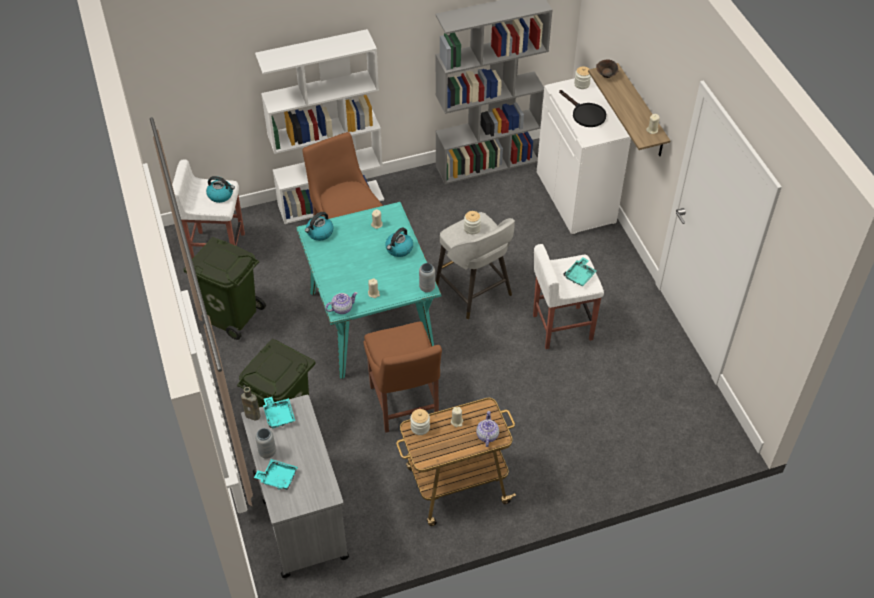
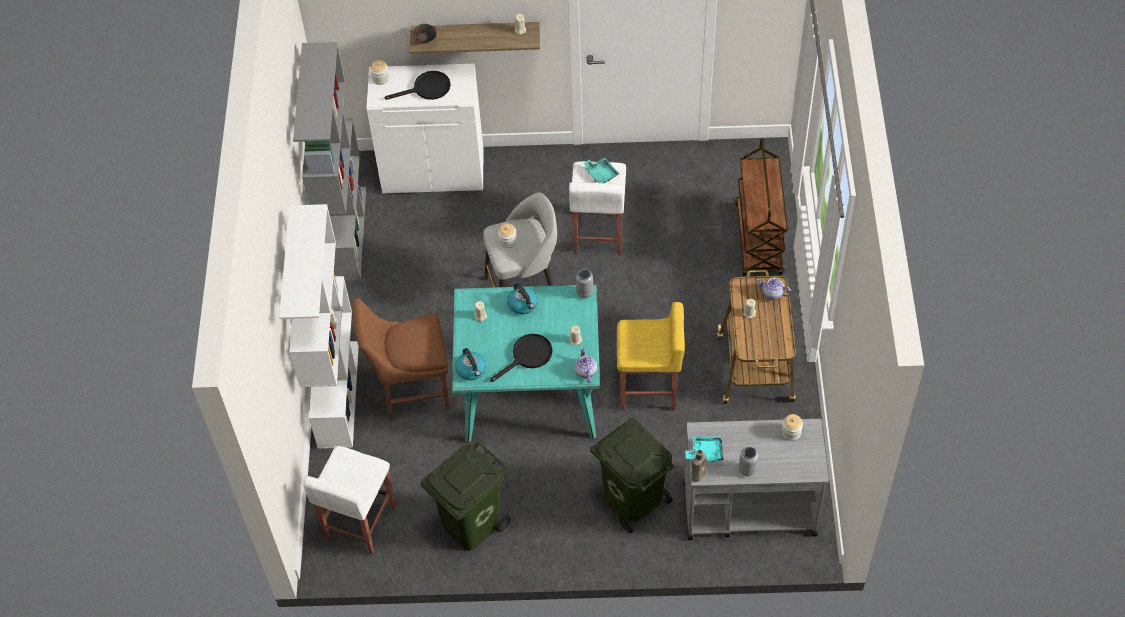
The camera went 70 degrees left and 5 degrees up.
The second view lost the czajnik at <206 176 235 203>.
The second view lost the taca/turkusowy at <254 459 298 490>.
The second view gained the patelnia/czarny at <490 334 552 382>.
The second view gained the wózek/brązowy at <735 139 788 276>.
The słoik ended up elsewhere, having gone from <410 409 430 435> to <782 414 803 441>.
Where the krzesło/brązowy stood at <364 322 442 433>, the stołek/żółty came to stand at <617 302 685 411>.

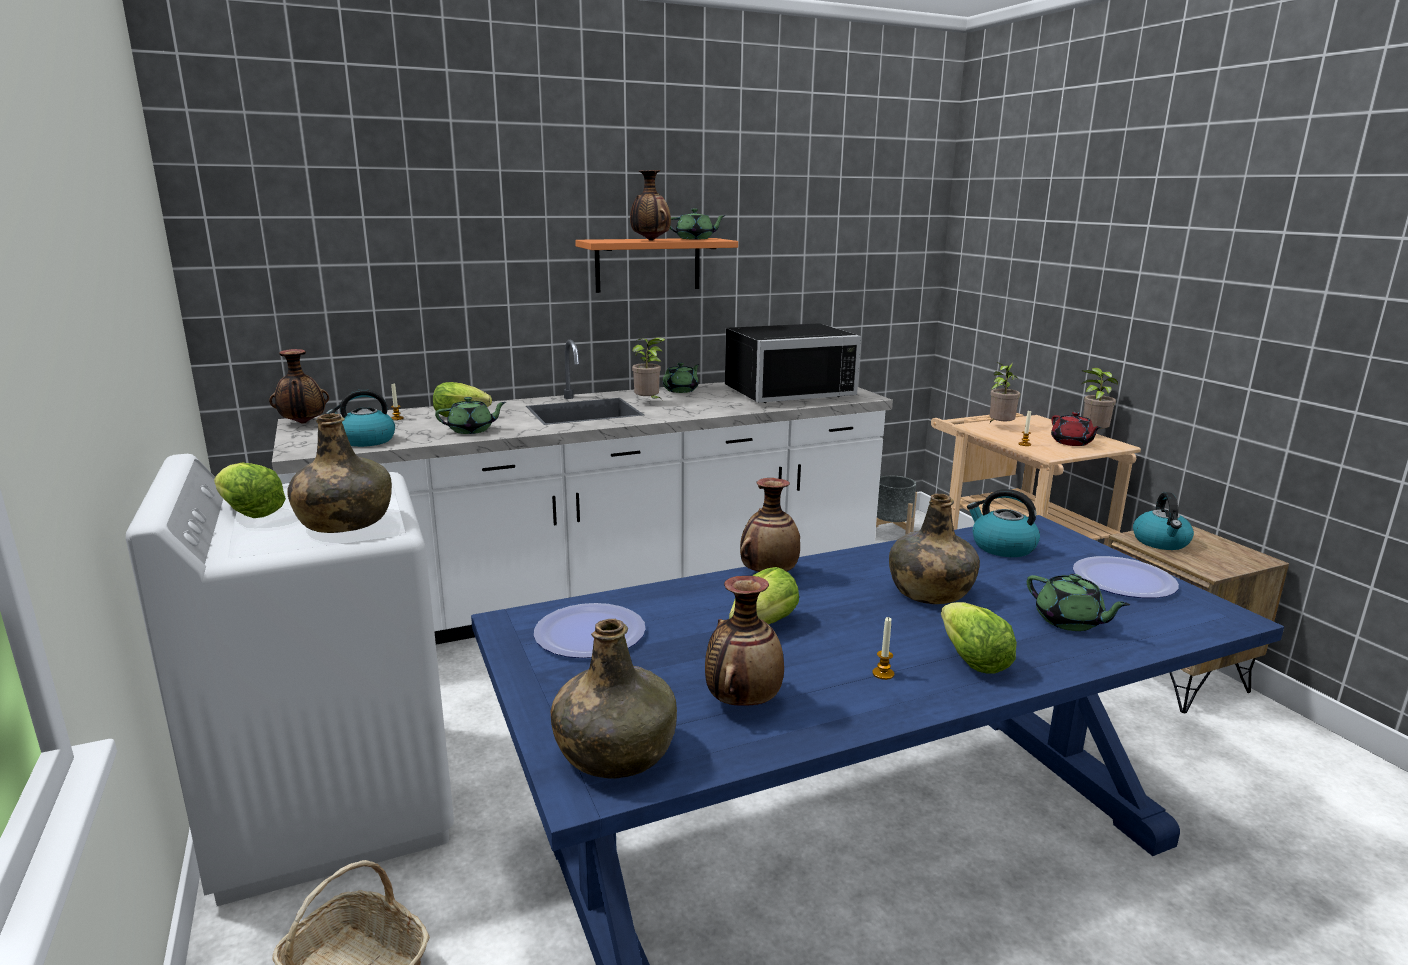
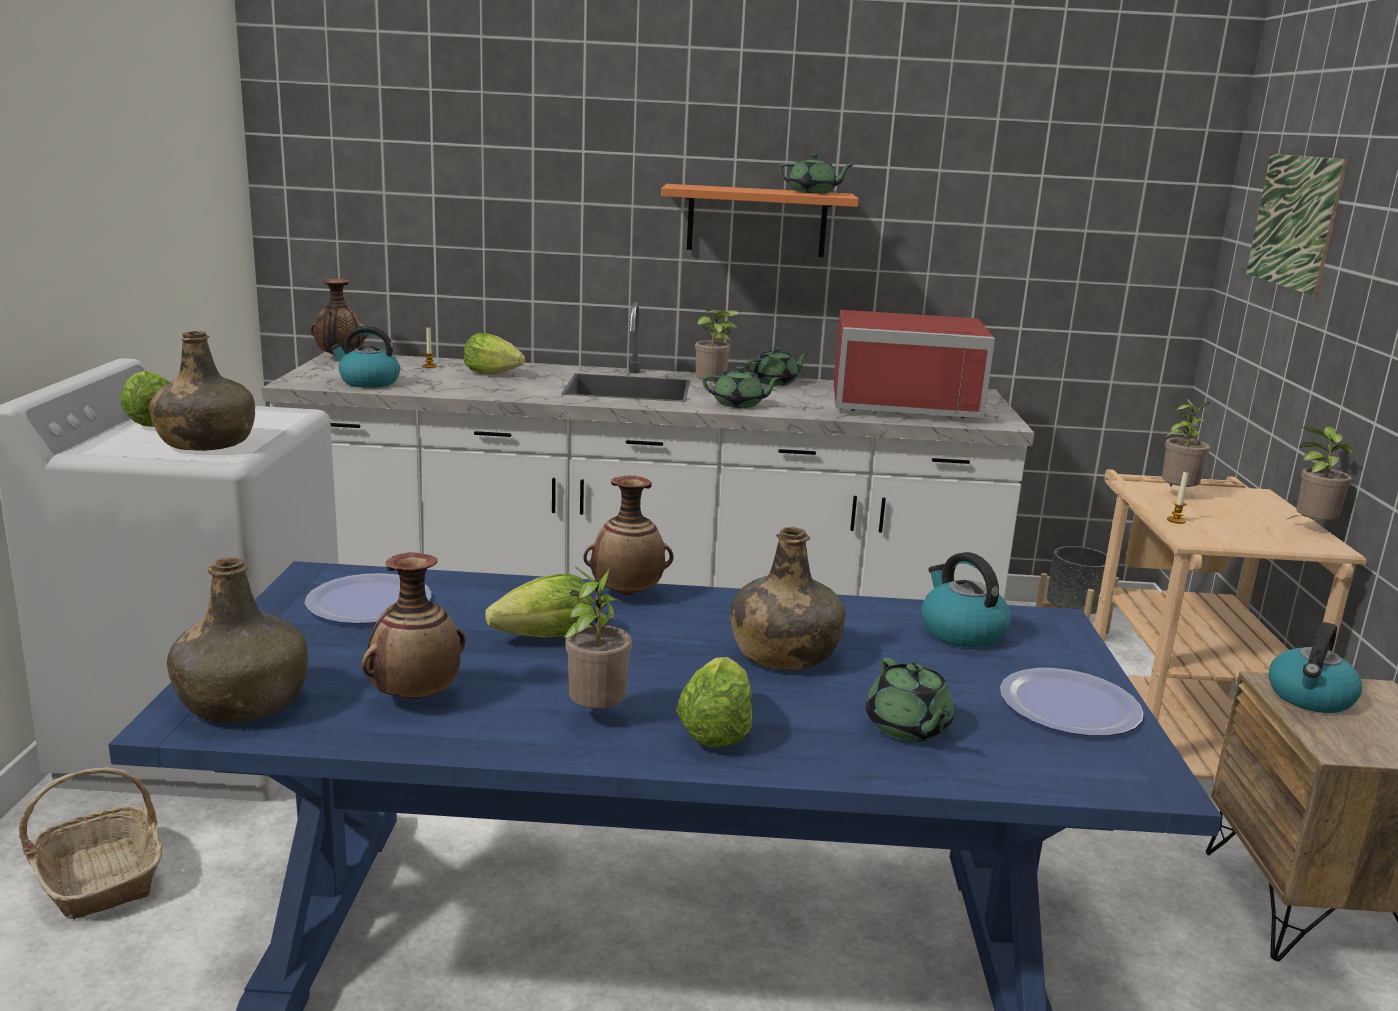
The camera went 25 degrees right and 0 degrees up.
The second view lost the wazon at <630 170 671 240>.
The second view lost the imbryk/czerwony at <1051 412 1102 446>.
The second view gained the obraz at <1246 154 1348 296>.
The imbryk/zielony ended up elsewhere, having gone from <435 397 506 434> to <702 366 782 408>.
Where the świeca stood at <872 617 894 680>, the roślina doniczkowa came to stand at <564 567 632 708>.
What was the mikrofalówka/czarny at <725 323 861 403> turned into the mikrofalówka/czerwony at <834 310 995 419>.

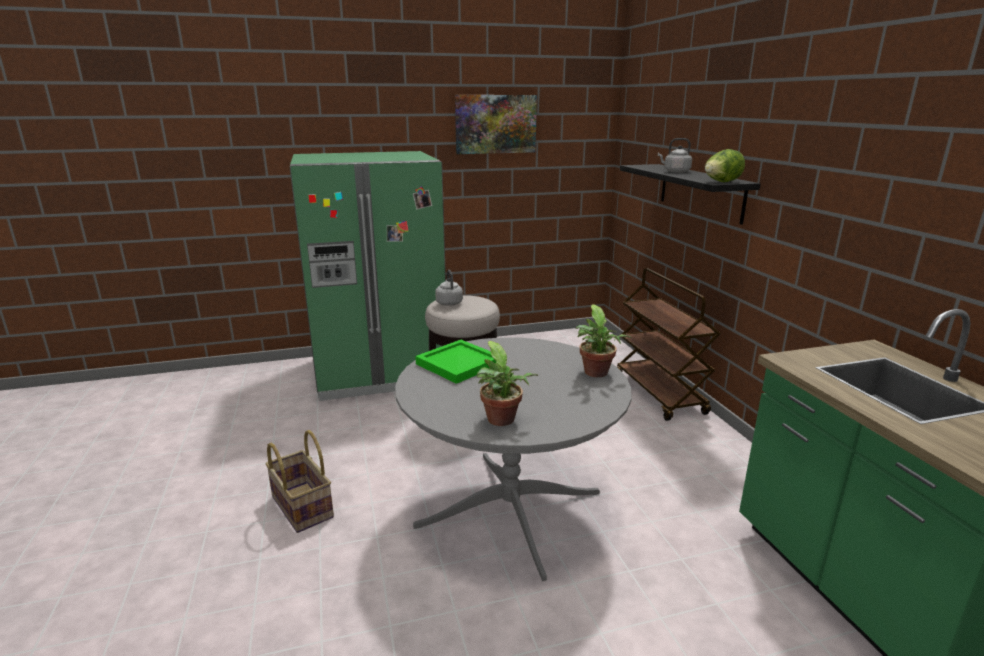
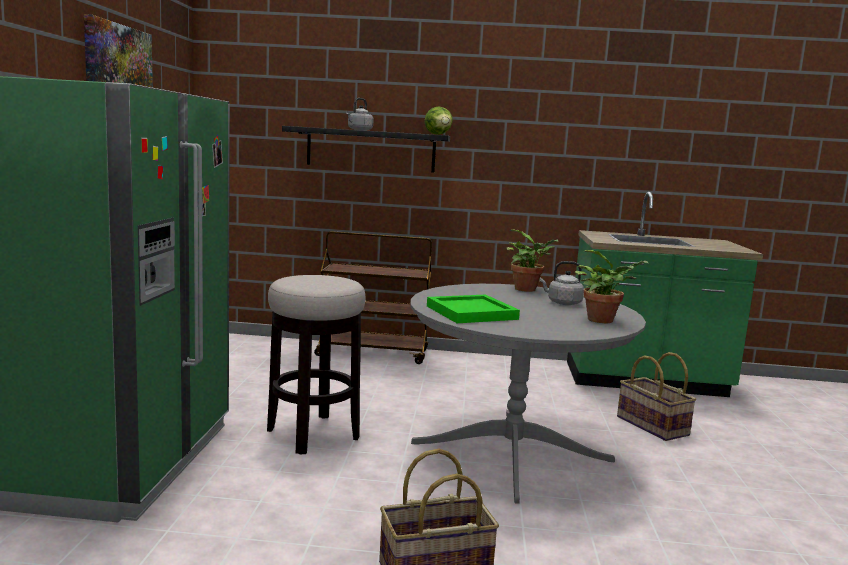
The camera went 70 degrees left and 10 degrees down.
The second view gained the koszyk at <617 352 696 441>.
The czajnik/szary ended up elsewhere, having gone from <435 270 463 306> to <540 261 584 305>.

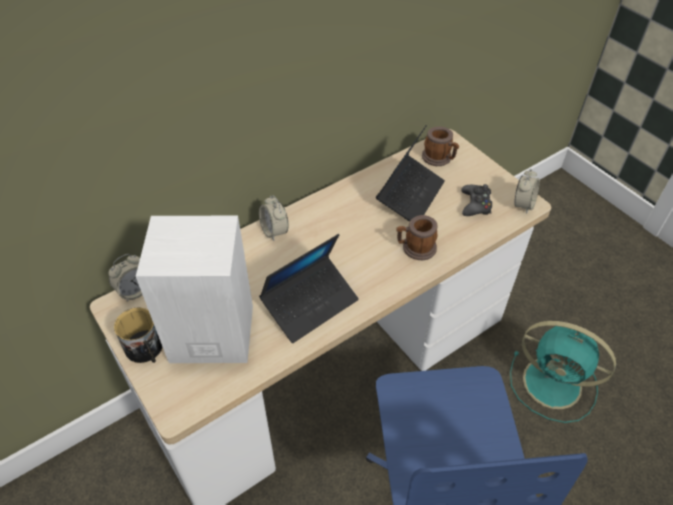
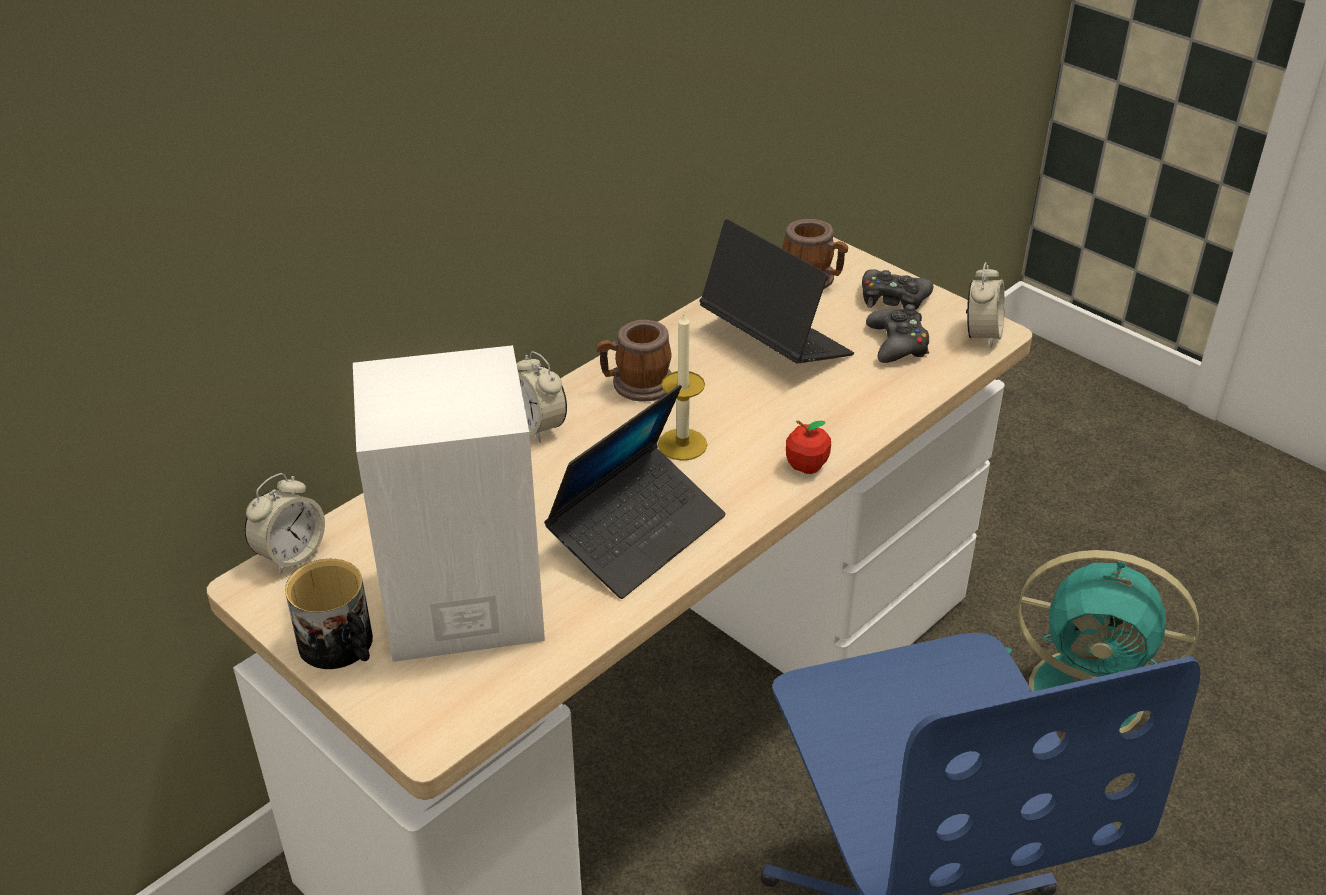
The camera went 10 degrees left and 10 degrees down.
The second view gained the świeca at <658 313 707 461>.
The second view gained the jabłko at <786 420 831 474>.
The second view gained the pad do gier/czarny at <862 269 933 310>.
The kubek ended up elsewhere, having gone from <396 215 438 260> to <597 320 672 402>.
The laptop at <376 125 445 222> ended up facing another way, 60 degrees counterclockwise from before.

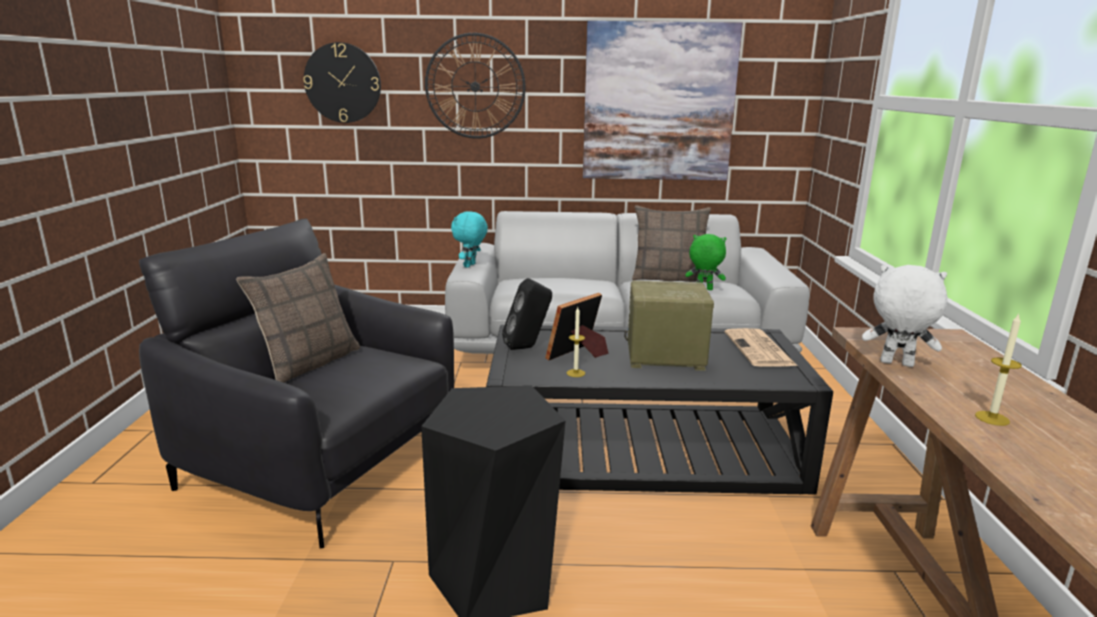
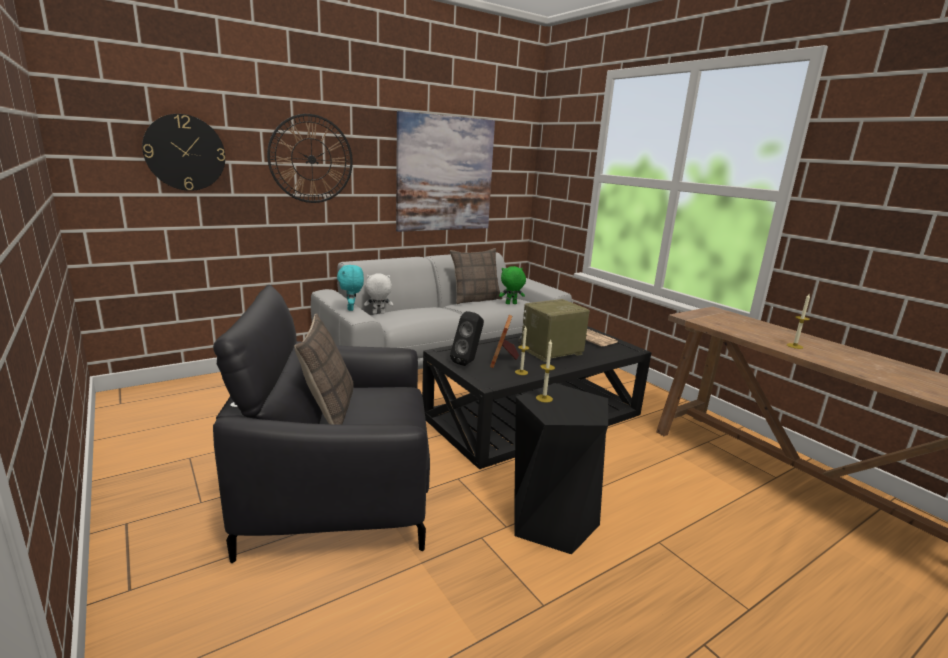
The camera went 35 degrees left and 0 degrees up.
The second view gained the świeca at <536 340 555 403>.
The pluszak/biały ended up elsewhere, having gone from <862 265 948 367> to <364 274 393 314>.

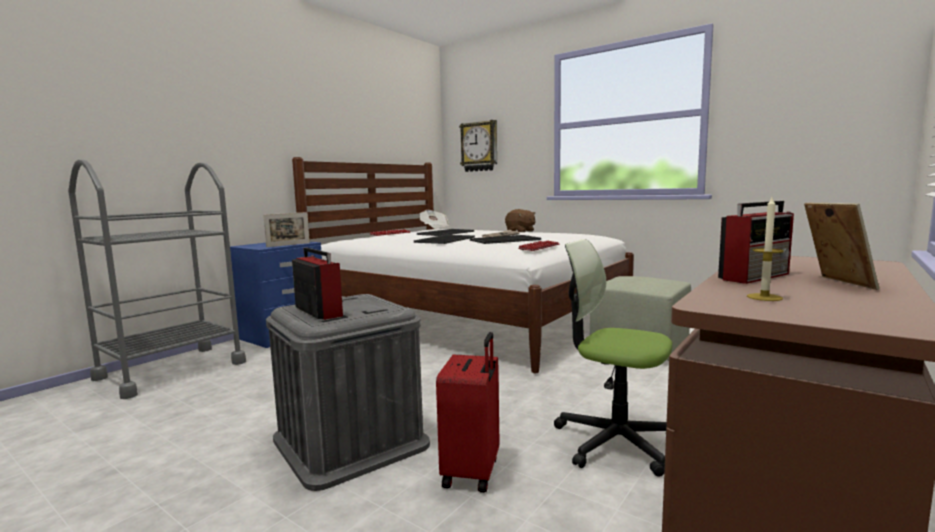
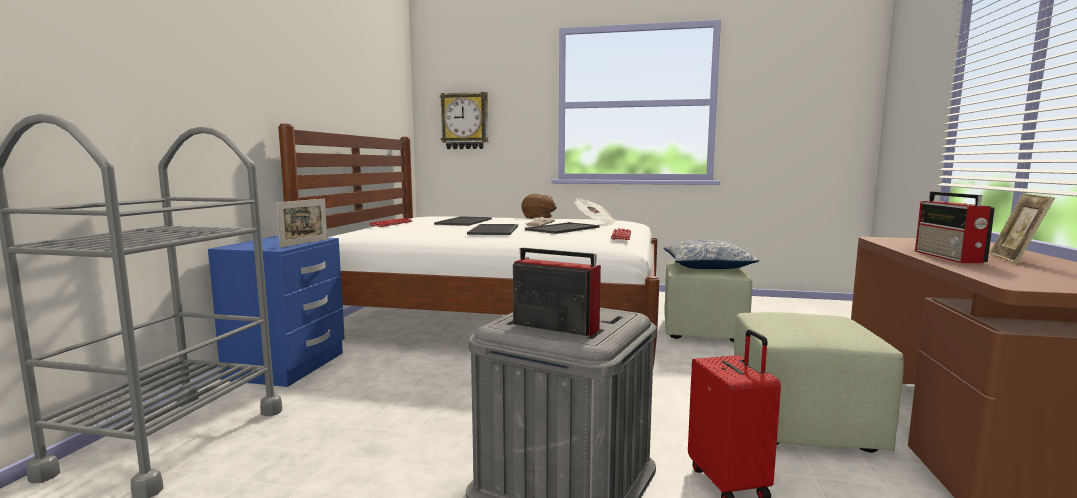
The camera went 25 degrees left and 0 degrees up.
The second view lost the świeca at <747 197 784 301>.
The second view gained the poduszka at <663 239 759 269>.
The gazeta ended up elsewhere, having gone from <420 210 449 229> to <574 198 616 225>.
Where the krzesło biurowe stood at <554 239 672 477>, the pufa/zielony came to stand at <733 312 904 453>.
The radio at <718 201 794 284> ended up facing another way, 150 degrees clockwise from before.
The ramka na zdjęcie at <804 203 879 290> ended up facing another way, 135 degrees counterclockwise from before.

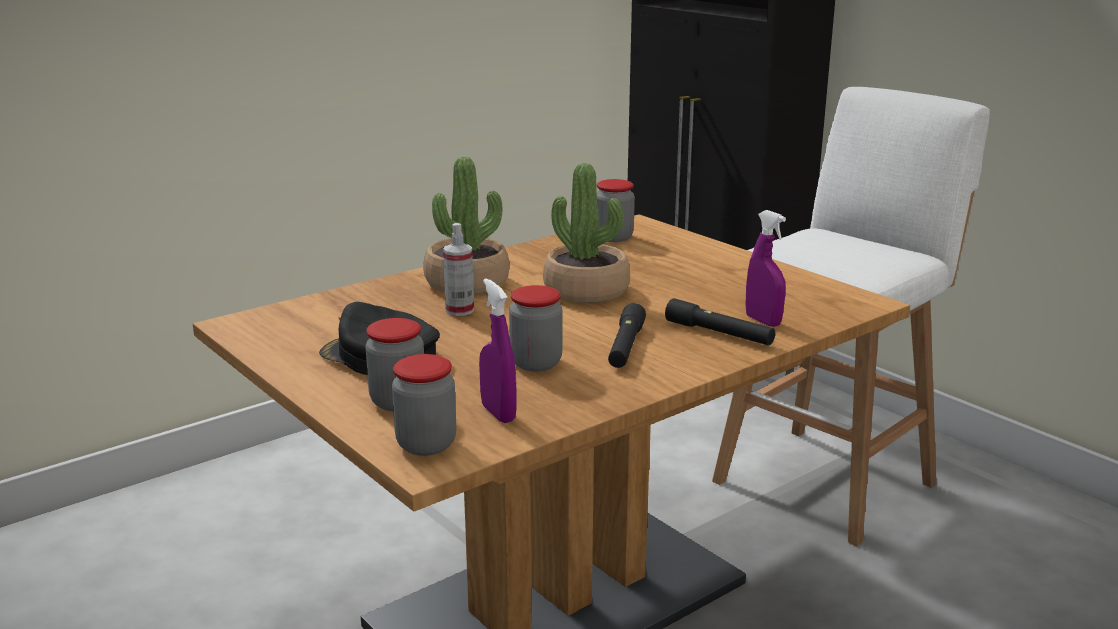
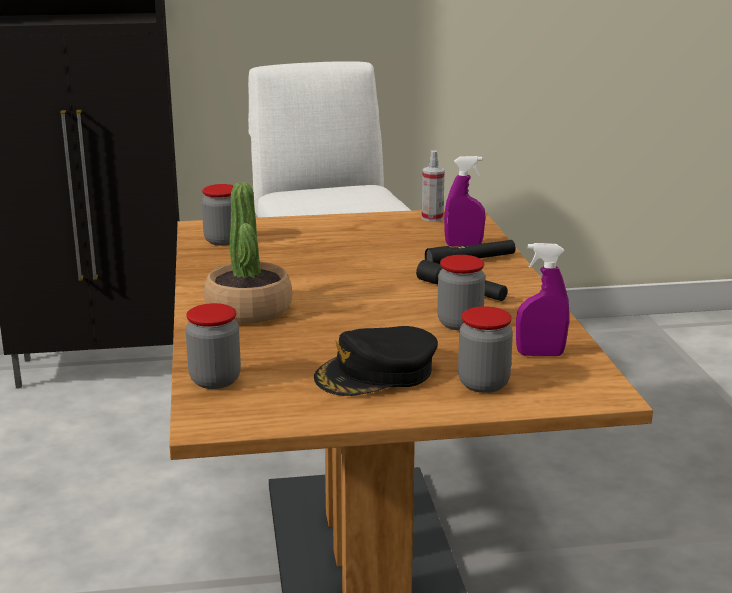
The camera went 60 degrees left and 0 degrees up.
The second view lost the roślina doniczkowa at <543 163 630 303>.
The słoik ended up elsewhere, having gone from <392 354 456 456> to <186 303 241 389>.
The spryskiwacz ended up elsewhere, having gone from <443 223 474 316> to <422 150 445 222>.

